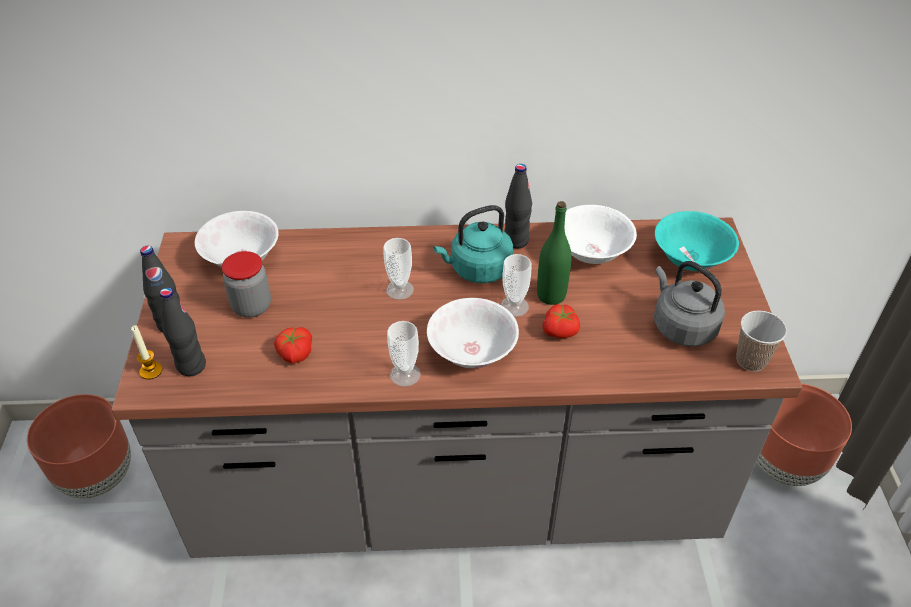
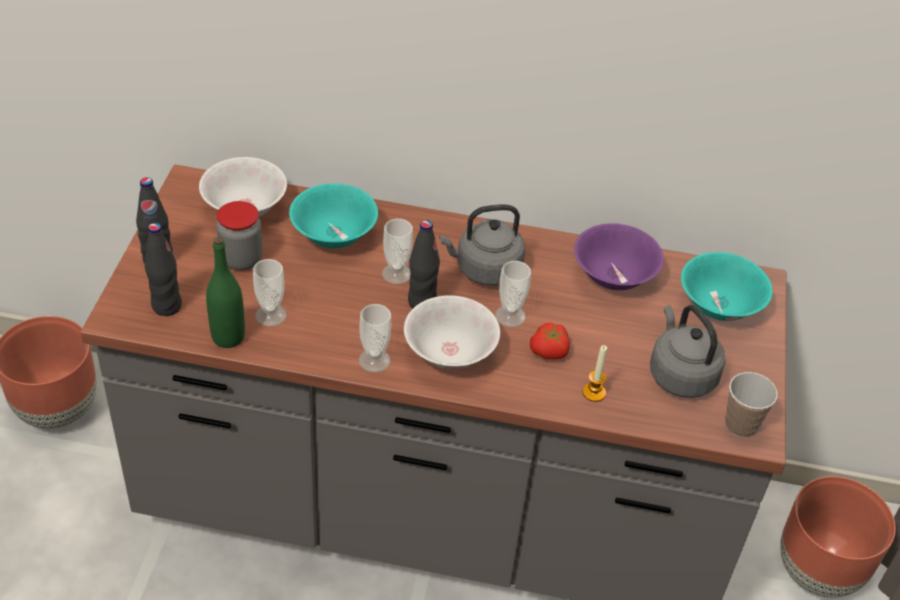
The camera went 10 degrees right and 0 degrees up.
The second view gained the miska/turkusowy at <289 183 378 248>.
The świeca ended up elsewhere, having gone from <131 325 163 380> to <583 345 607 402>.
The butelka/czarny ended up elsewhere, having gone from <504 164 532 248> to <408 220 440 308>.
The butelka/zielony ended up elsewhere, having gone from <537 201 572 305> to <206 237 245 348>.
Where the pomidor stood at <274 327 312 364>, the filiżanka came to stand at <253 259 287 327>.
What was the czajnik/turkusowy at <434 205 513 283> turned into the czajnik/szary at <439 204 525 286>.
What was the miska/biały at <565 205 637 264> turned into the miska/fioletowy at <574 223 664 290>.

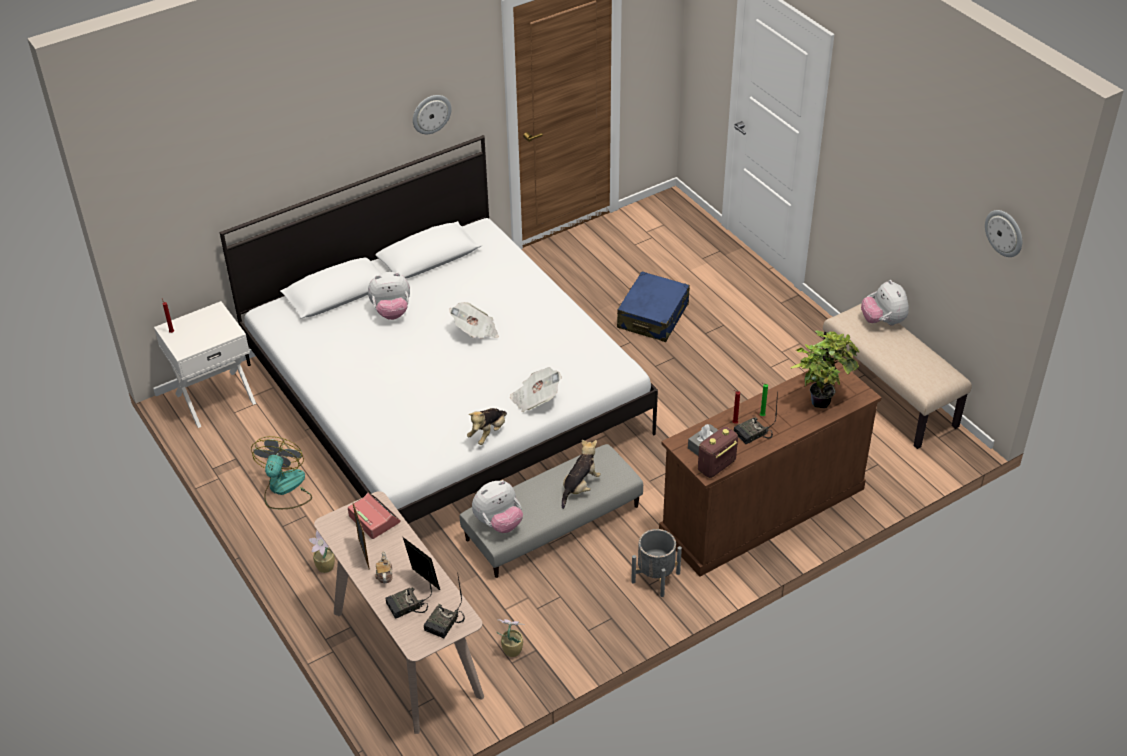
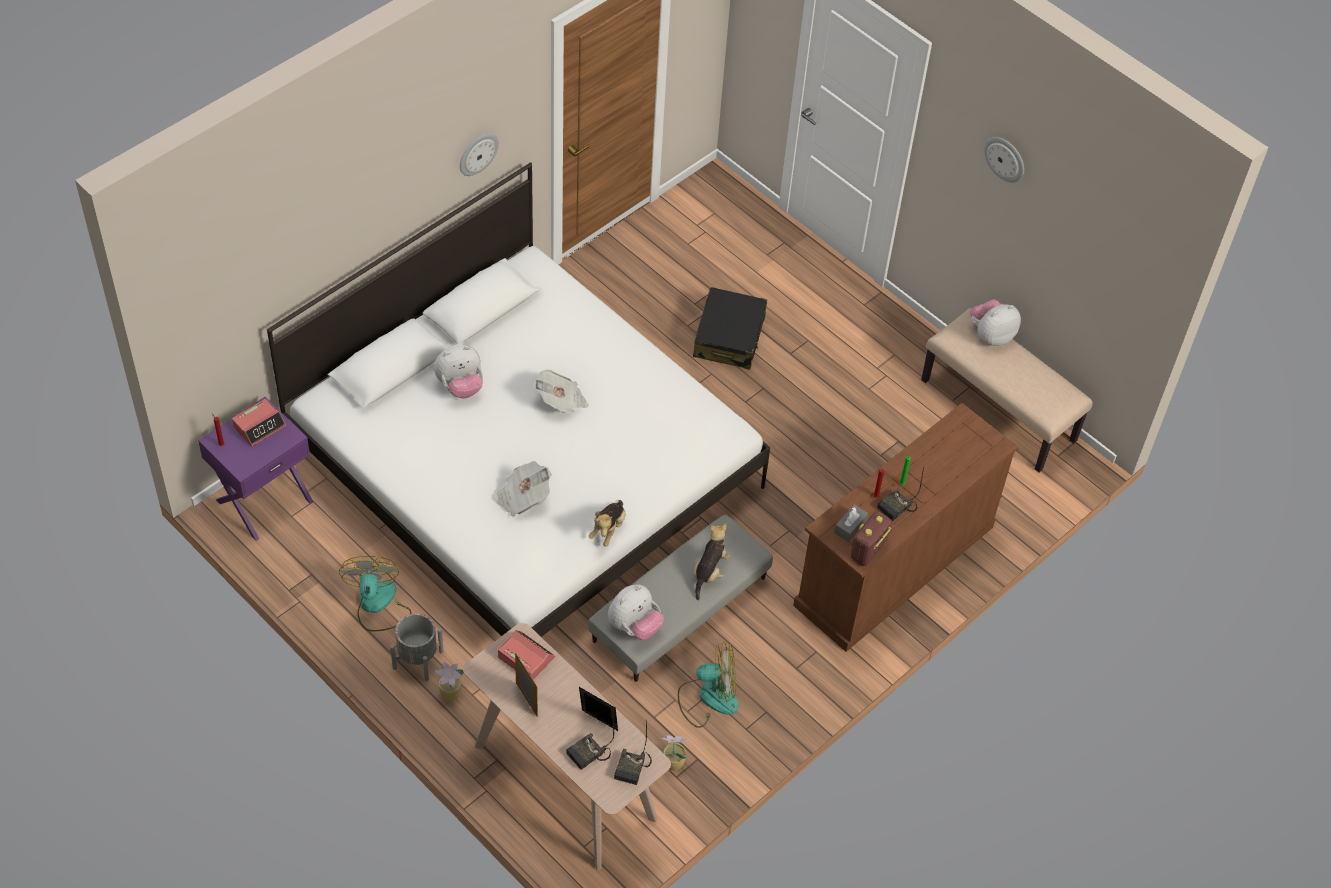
The camera went 15 degrees left and 10 degrees up.
The second view lost the imbryk at <375 551 393 583>.
The second view lost the roślina doniczkowa at <790 330 860 408>.
The second view gained the budzik at <232 399 286 446>.
The second view gained the wentylator at <678 641 739 728>.
The gazeta ended up elsewhere, having gone from <510 367 562 412> to <494 461 552 517>.
The donica/szary ended up elsewhere, having gone from <631 529 682 597> to <390 613 444 681>.
The zegar ścienny ended up elsewhere, having gone from <985 210 1022 257> to <984 137 1024 183>.
What was the szafka nocna/biały at <154 301 256 428> turned into the szafka nocna/fioletowy at <198 397 313 541>.
What was the walizka/niebieski at <617 271 690 342> turned into the walizka/czarny at <693 287 767 370>.
The pluszak at <861 280 909 326> ended up facing another way, 90 degrees clockwise from before.

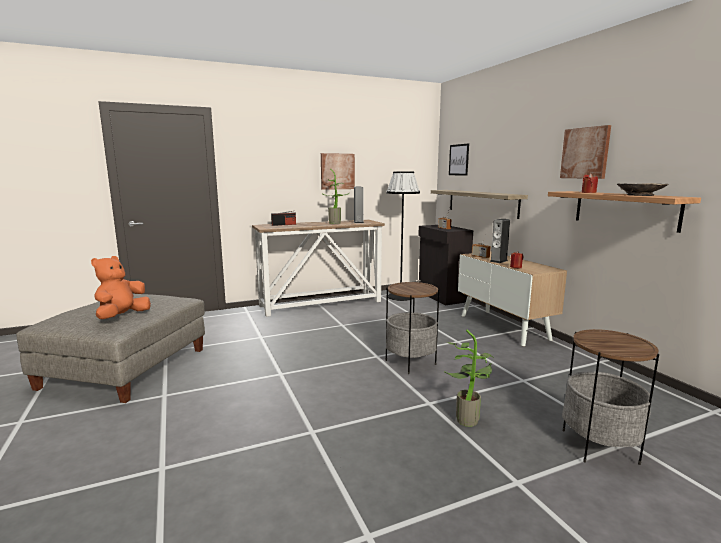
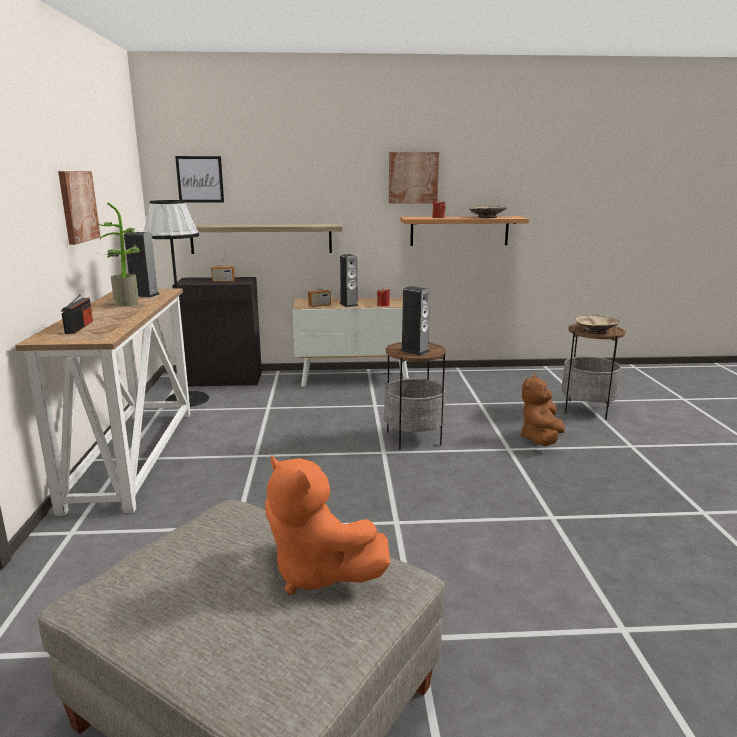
The camera went 70 degrees left and 5 degrees up.
The second view gained the głośnik at <400 286 430 356>.
The second view gained the miska/beżowy at <574 315 620 334>.
Where the roślina doniczkowa stood at <444 330 494 427>, the pluszak/brązowy came to stand at <521 374 565 446>.

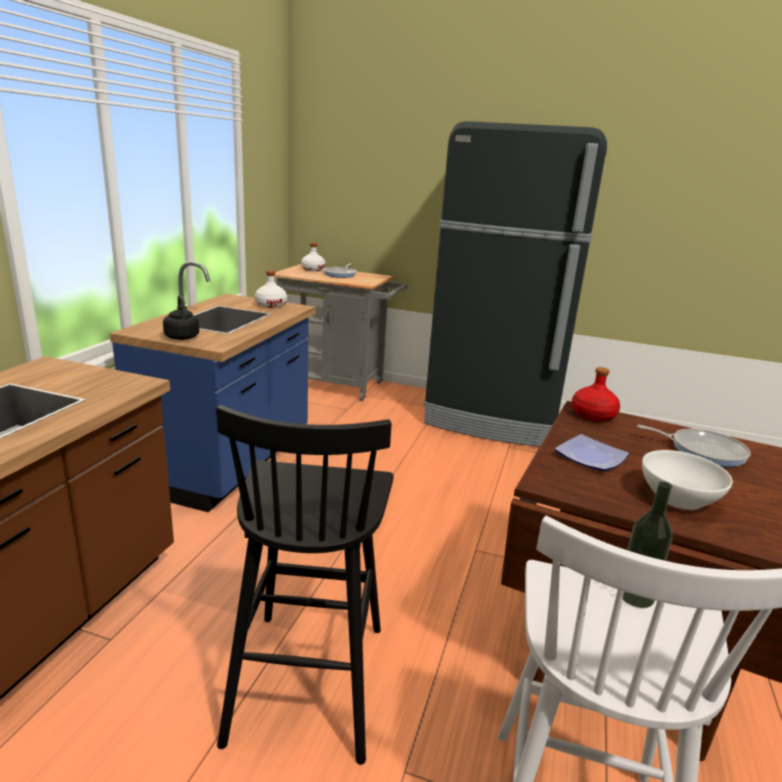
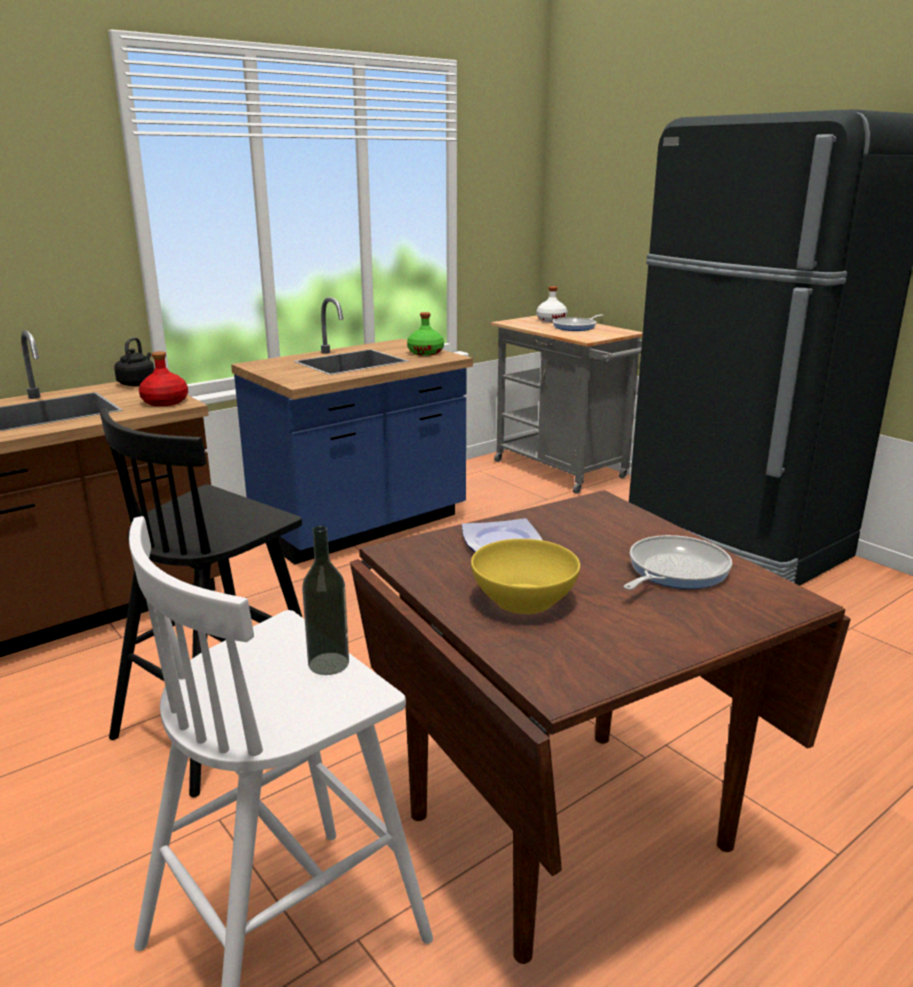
The camera went 35 degrees right and 0 degrees up.
The czajnik/czarny ended up elsewhere, having gone from <163 295 199 340> to <114 337 154 386>.
The butelka/czerwony ended up elsewhere, having gone from <571 367 620 422> to <139 351 188 406>.
What was the butelka/biały at <255 270 287 308> turned into the butelka/zielony at <407 312 444 356>.
What was the miska/biały at <642 450 733 510> turned into the miska/żółty at <471 539 580 614>.
The patelnia at <637 425 751 467> ended up facing another way, 105 degrees counterclockwise from before.

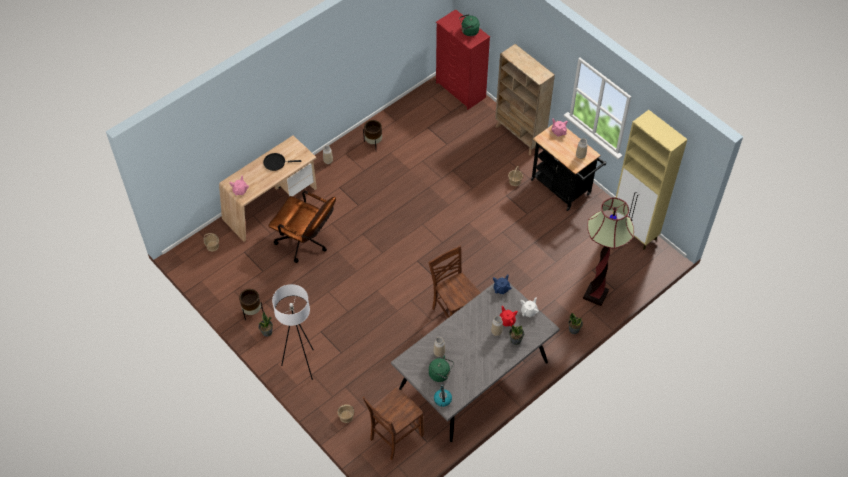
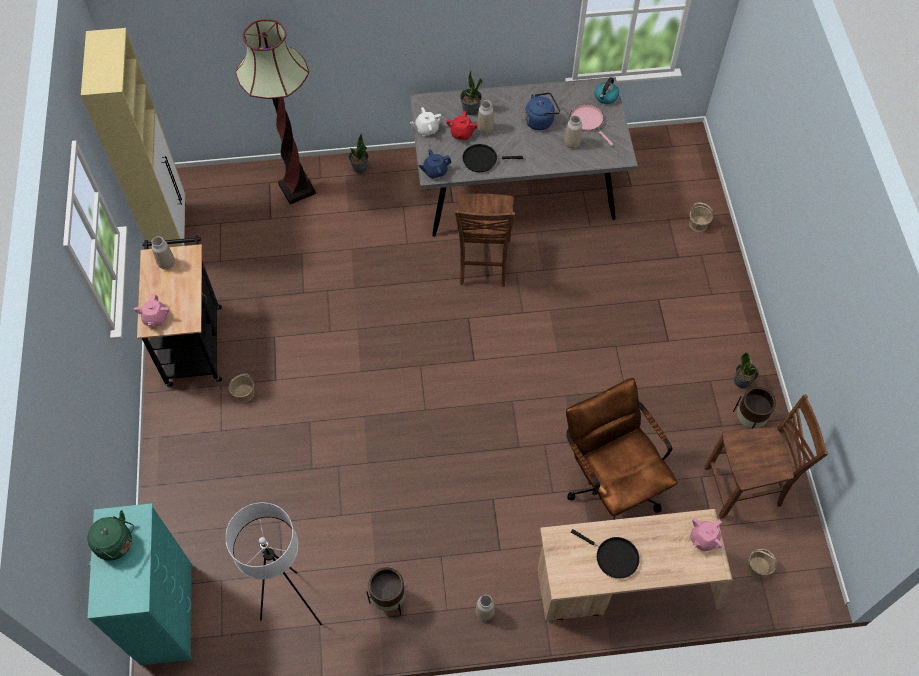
The camera went 145 degrees left and 5 degrees up.
The second view lost the regał/beżowy at <495 44 555 155>.
The second view gained the patelnia/czarny at <462 144 523 172>.
The second view gained the czajnik/niebieski at <525 92 560 130>.
The lampa stojąca/biały ended up elsewhere, having gone from <272 284 314 380> to <225 503 322 625>.
The krzesło/brązowy ended up elsewhere, having gone from <362 388 424 460> to <704 394 828 519>.
Where the czajnik/zielony stood at <429 355 454 382>, the patelnia/różowy came to stand at <570 104 613 146>.
What was the komoda/czerwony at <436 9 490 110> turned into the komoda/turkusowy at <87 503 193 665>.

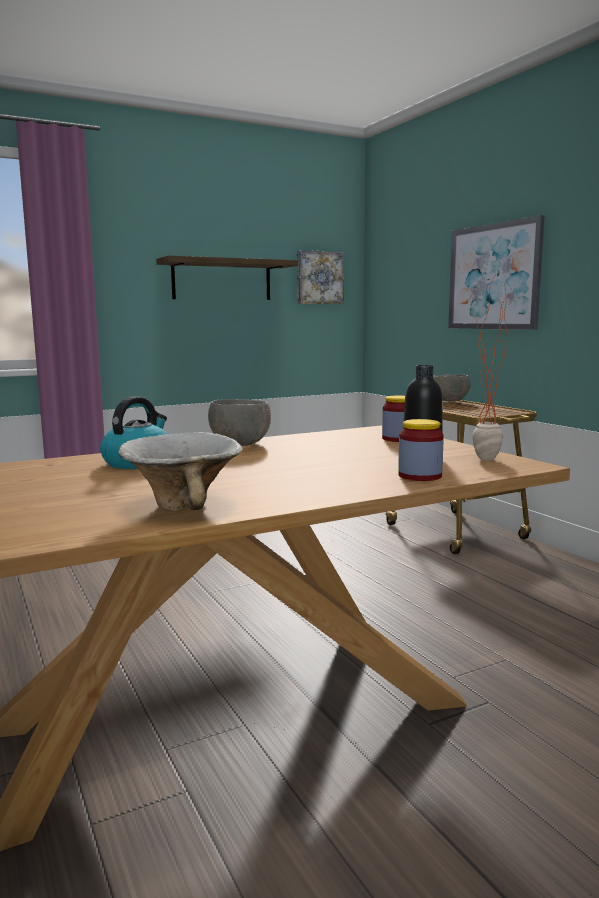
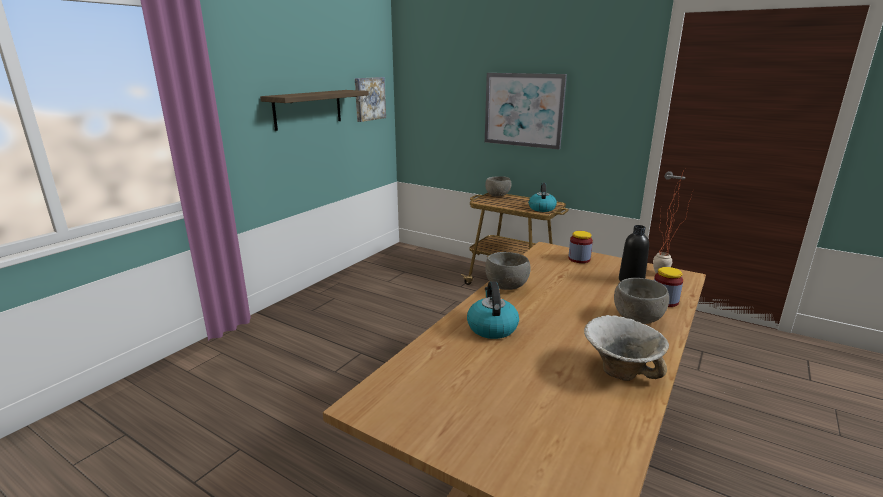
The camera went 30 degrees left and 10 degrees up.
The second view gained the czajnik at <529 183 557 212>.
The second view gained the miska/szary at <614 278 669 324>.

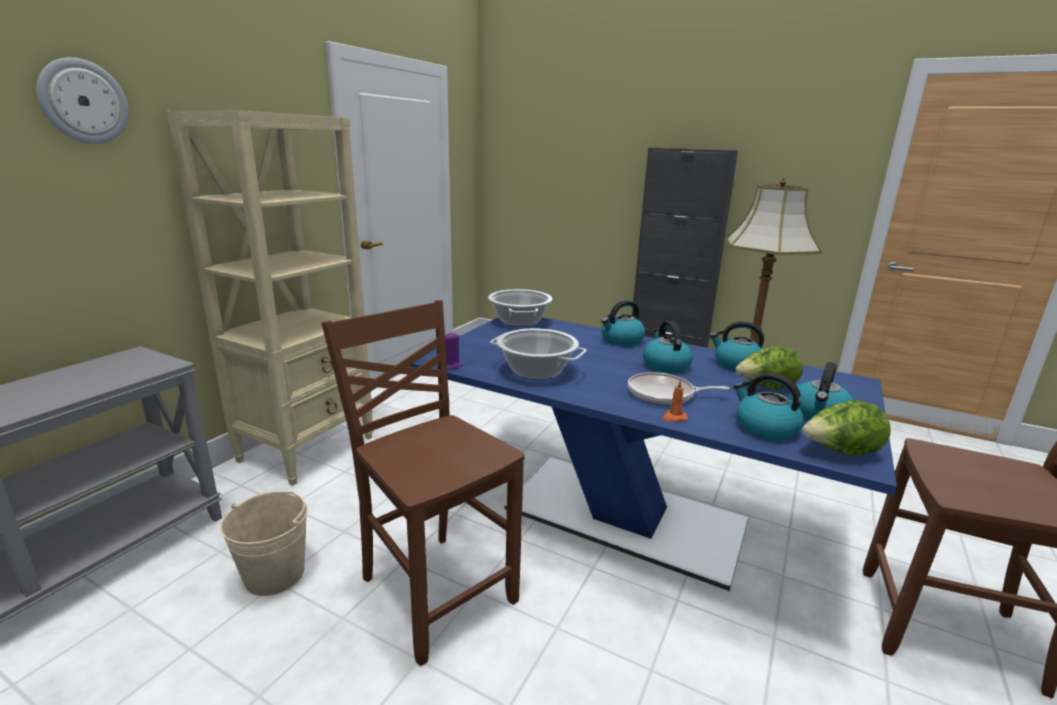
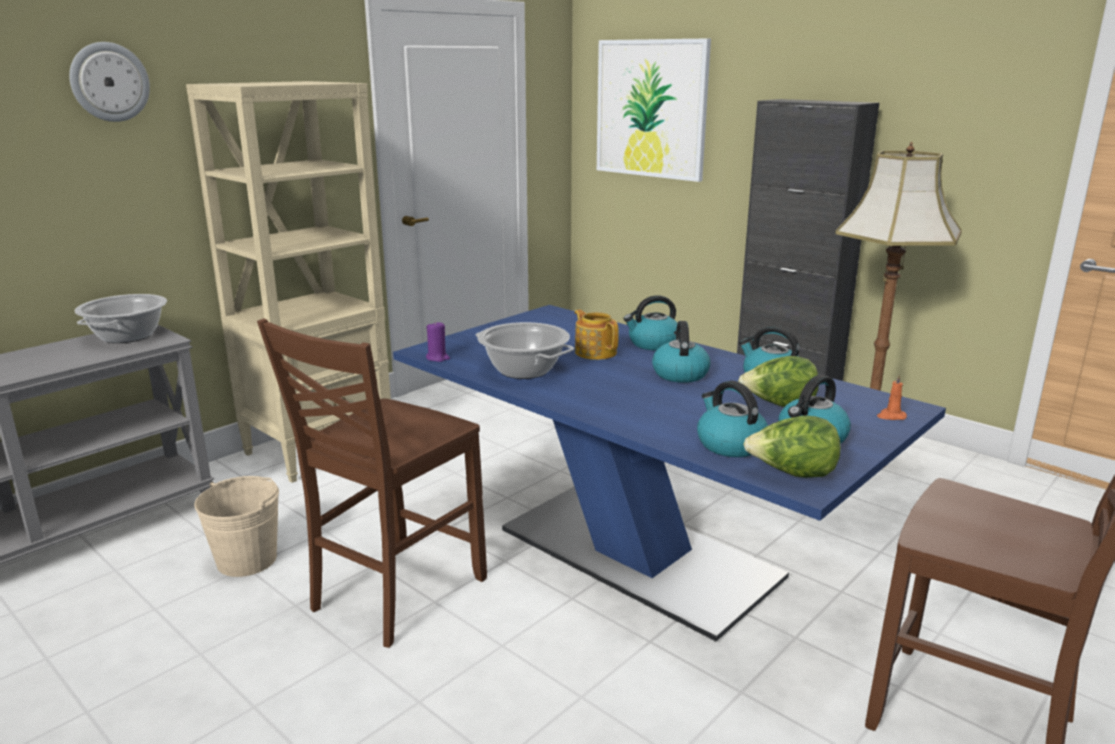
The camera went 15 degrees right and 0 degrees up.
The second view lost the patelnia at <628 372 730 405>.
The second view gained the imbryk at <575 310 619 360>.
The second view gained the obraz at <597 38 711 182>.
The garnek ended up elsewhere, having gone from <488 289 553 327> to <75 294 167 343>.
The świeca/pomarańczowy ended up elsewhere, having gone from <662 379 688 422> to <877 374 907 420>.
The krzesło/brązowy at <321 300 525 666> ended up facing another way, 120 degrees counterclockwise from before.

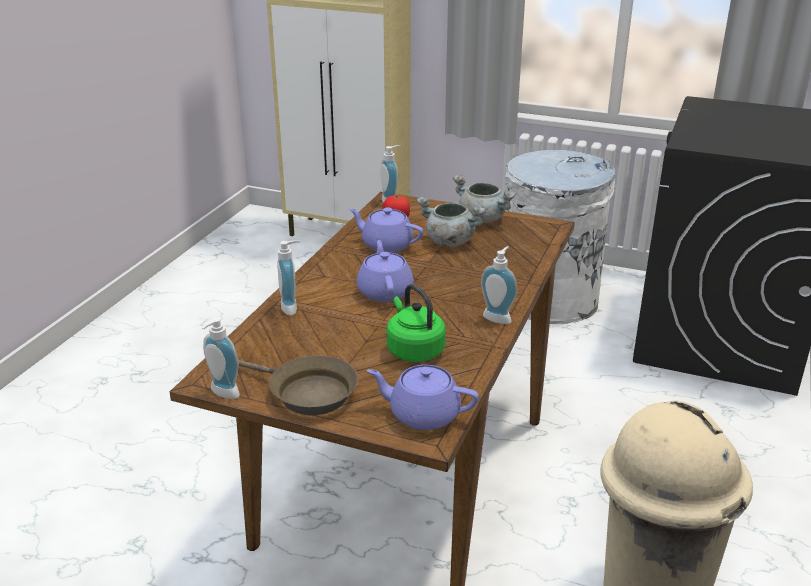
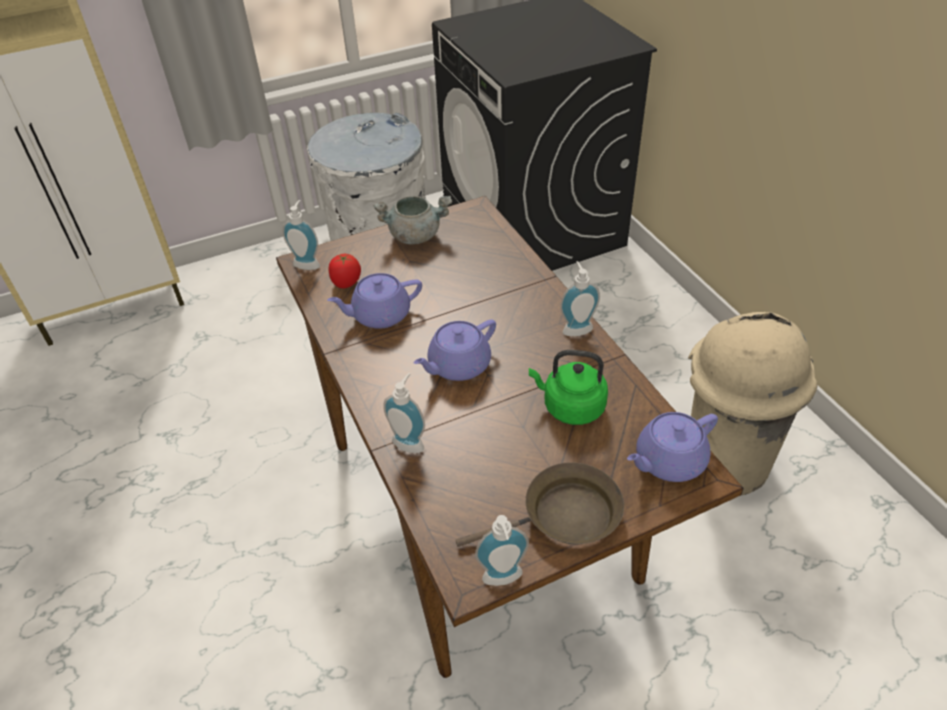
The camera went 45 degrees left and 15 degrees up.
The second view lost the garnek/szary at <416 197 486 246>.
The imbryk/fioletowy at <357 240 414 302> ended up facing another way, 75 degrees counterclockwise from before.

